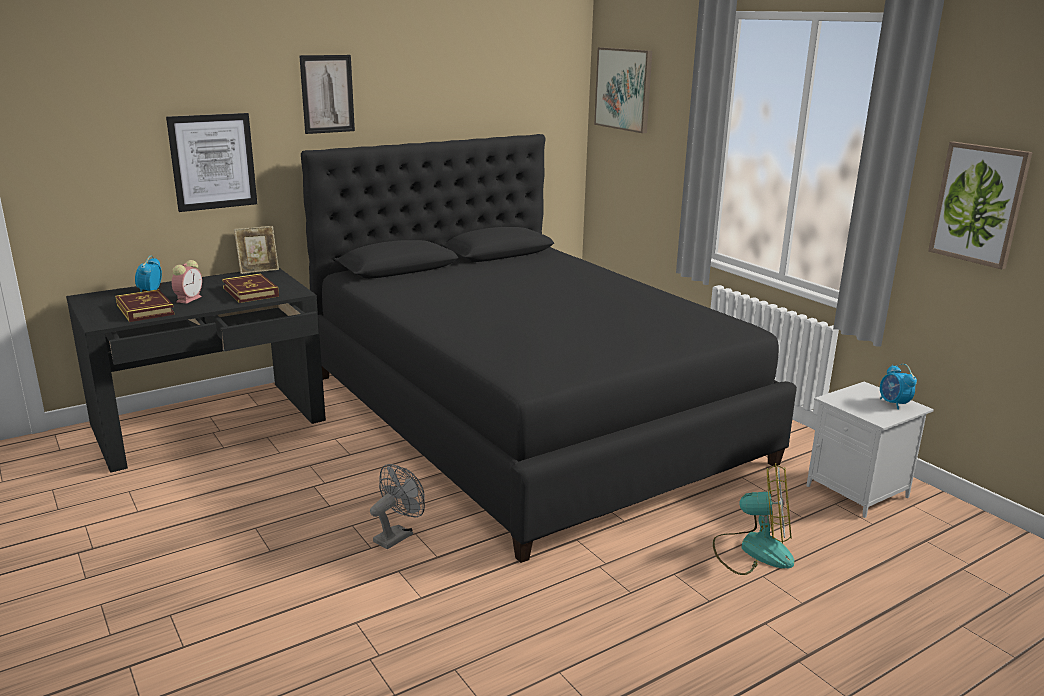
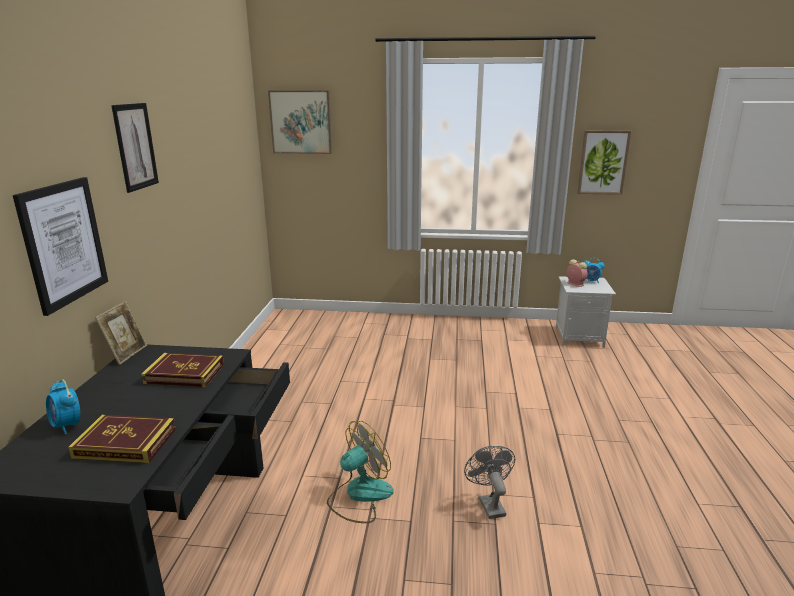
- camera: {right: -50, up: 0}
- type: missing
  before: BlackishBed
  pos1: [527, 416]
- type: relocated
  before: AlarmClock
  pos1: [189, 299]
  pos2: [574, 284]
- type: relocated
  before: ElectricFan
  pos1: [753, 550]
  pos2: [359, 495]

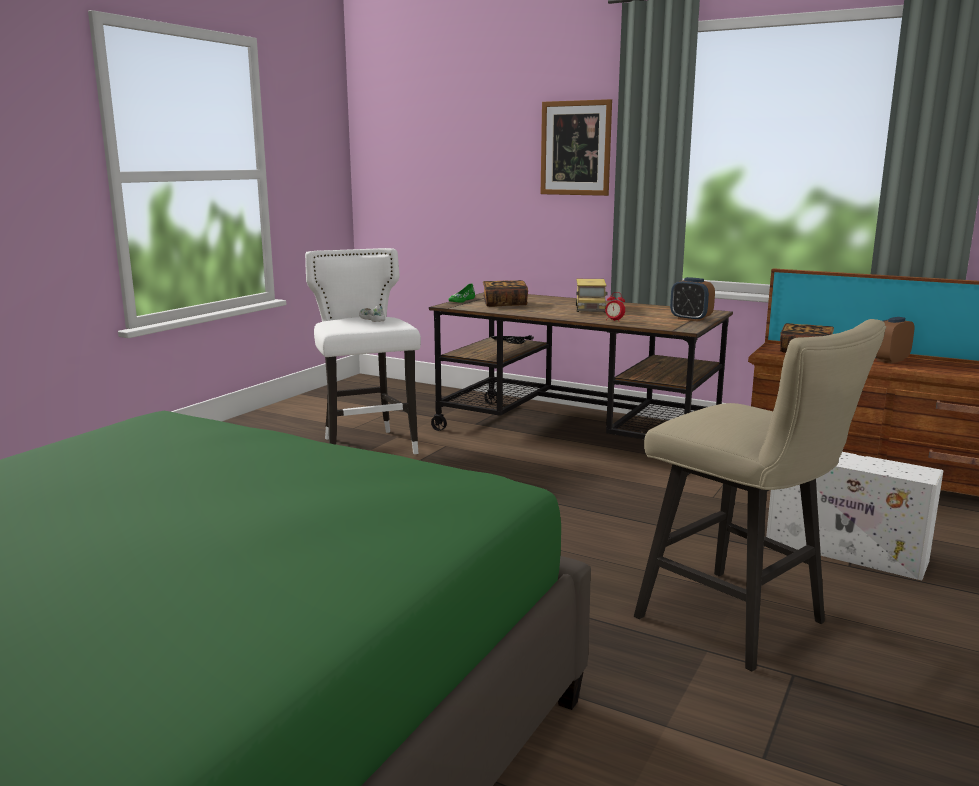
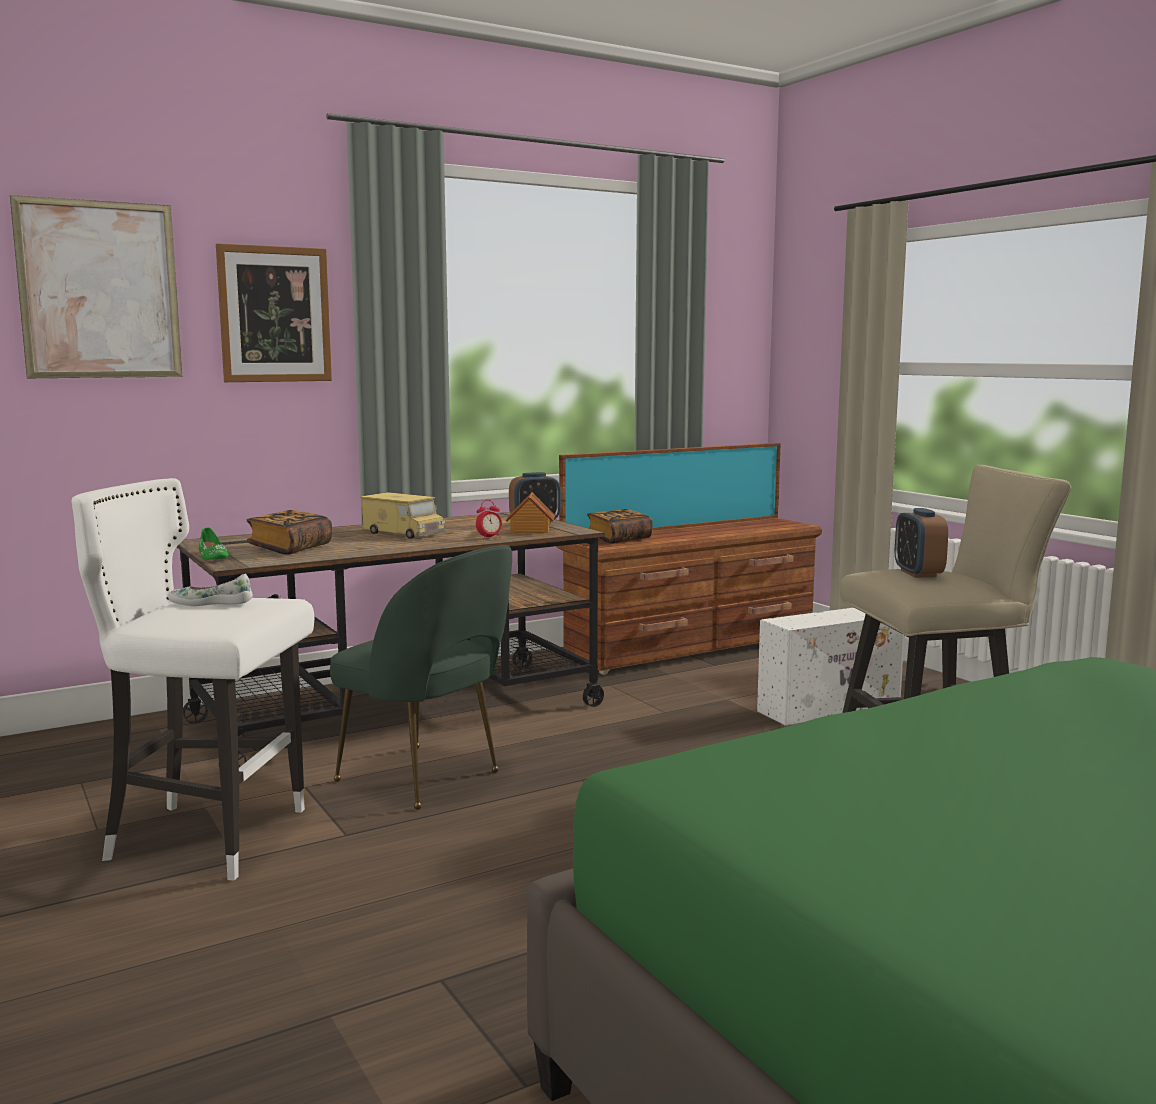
- camera: {right: -60, up: -5}
- type: appeared
  after: Picture
  pos2: [100, 290]
- type: appeared
  after: GreenishChair
  pos2: [426, 780]
- type: appeared
  after: ToyHouse
  pos2: [530, 530]
- type: relocated
  before: AlarmClock
  pos1: [890, 360]
  pos2: [918, 573]

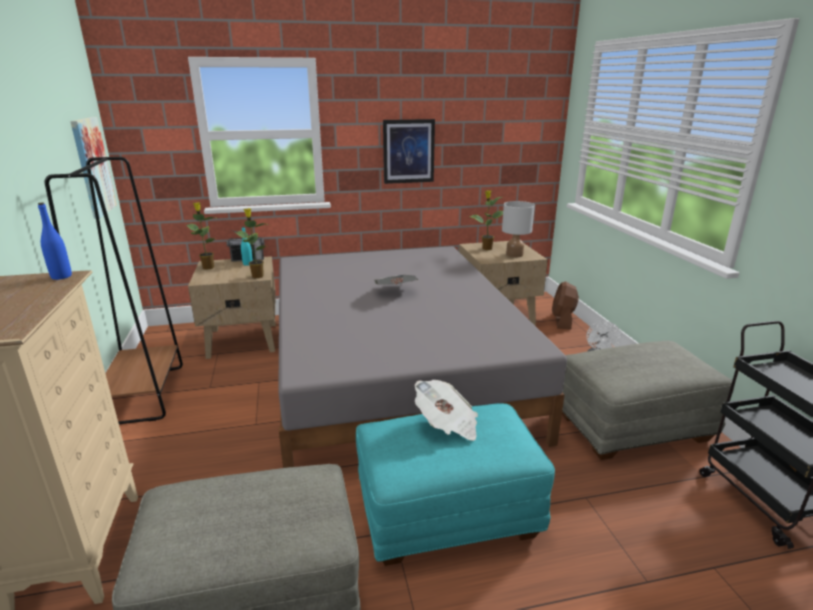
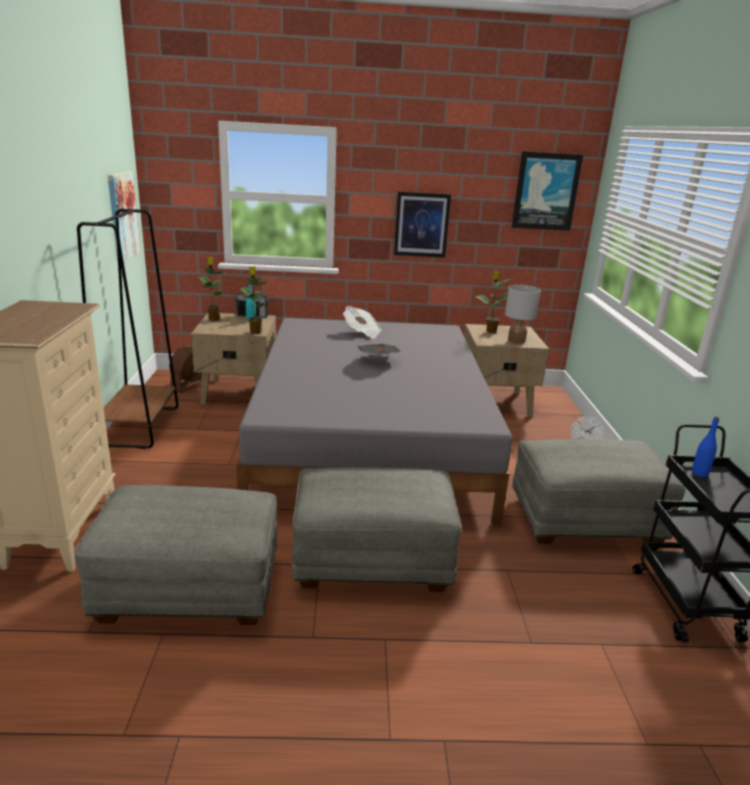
- camera: {right: 10, up: 0}
- type: appeared
  after: Picture
  pos2: [546, 191]
- type: relocated
  before: BlueColouredBeverageBottle
  pos1: [61, 276]
  pos2: [699, 473]
- type: relocated
  before: DailyPaper
  pos1: [447, 424]
  pos2: [362, 332]
- type: relocated
  before: BrownishElectricFan
  pos1: [562, 321]
  pos2: [188, 385]
- type: colour
  before: BlueGreenOttoman
  after: GreyOttoman
  pos1: [447, 512]
  pos2: [372, 559]

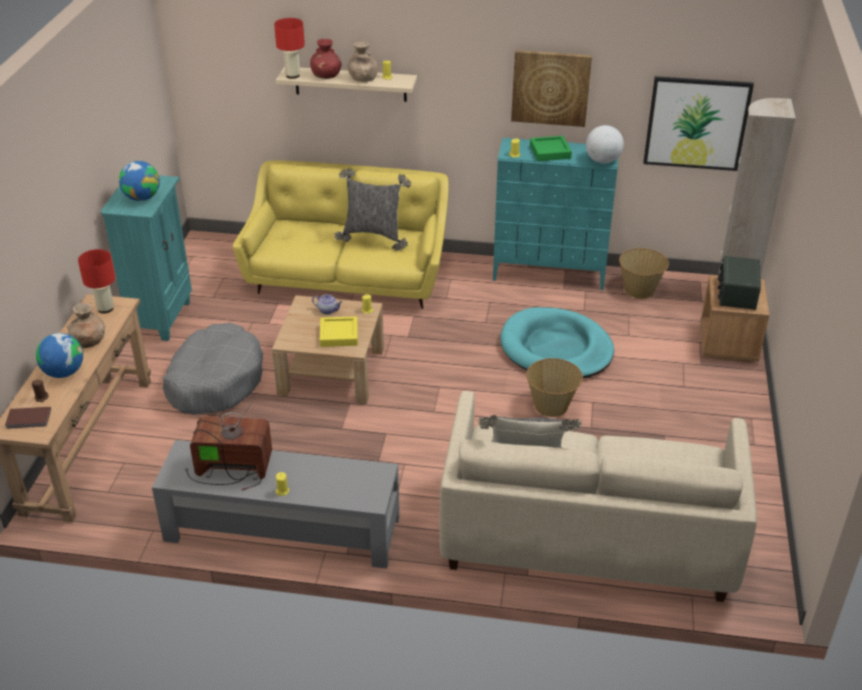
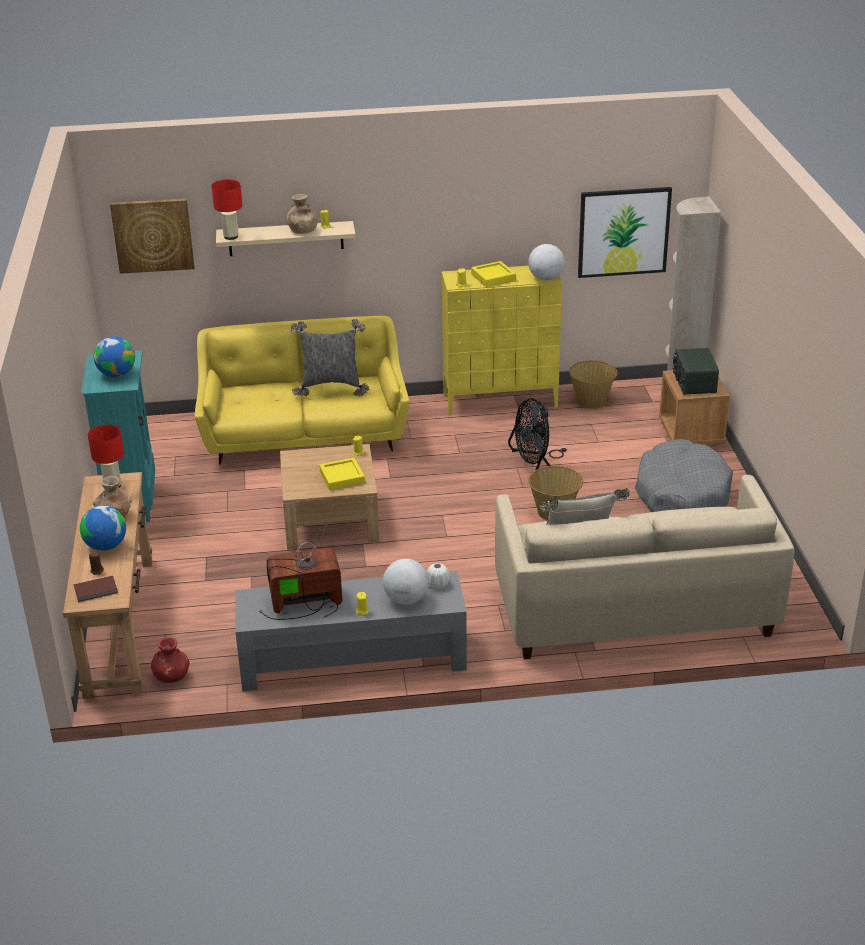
- camera: {right: -15, up: -5}
- type: missing
  before: TeaPot
  pos1: [328, 310]
- type: appeared
  after: WorldGlobe
  pos2: [406, 599]
- type: appeared
  after: WhitishDecorativeVase
  pos2: [437, 584]
- type: relocated
  before: GreyDogCushion
  pos1: [215, 381]
  pos2: [682, 495]
- type: relocated
  before: ReddishDecorativeVase
  pos1: [326, 76]
  pos2: [172, 676]
- type: relocated
  before: Picture
  pos1: [550, 88]
  pos2: [153, 235]
- type: exchanged
  before: BlueGreenDogCushion
  after: BlackishElectricFan
  pos1: [556, 349]
  pos2: [536, 464]
- type: colour
  before: BlueGreenDrawerChest
  after: YellowishDrawerChest
  pos1: [550, 274]
  pos2: [501, 401]
- type: colour
  before: GreenishTray
  after: YellowishTray
  pos1: [550, 152]
  pos2: [493, 277]

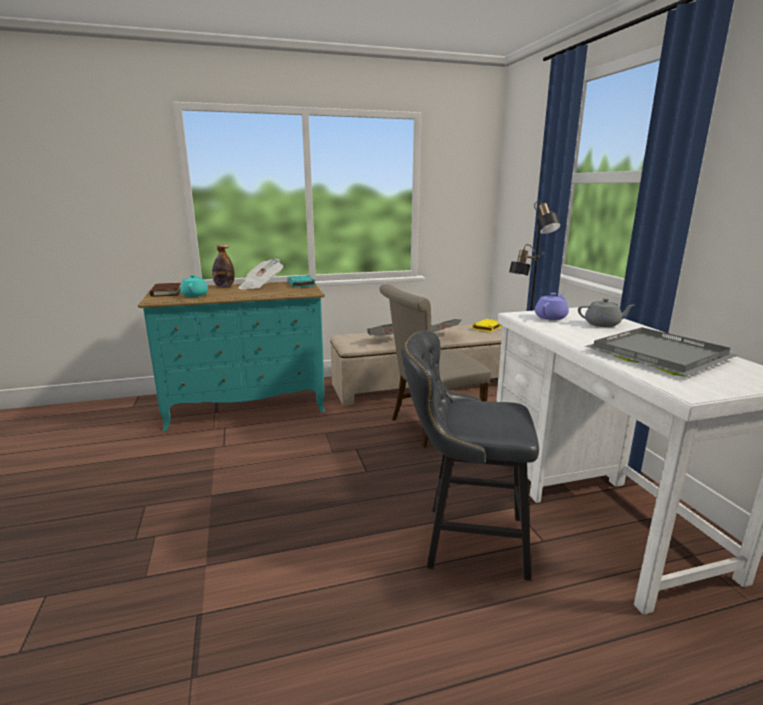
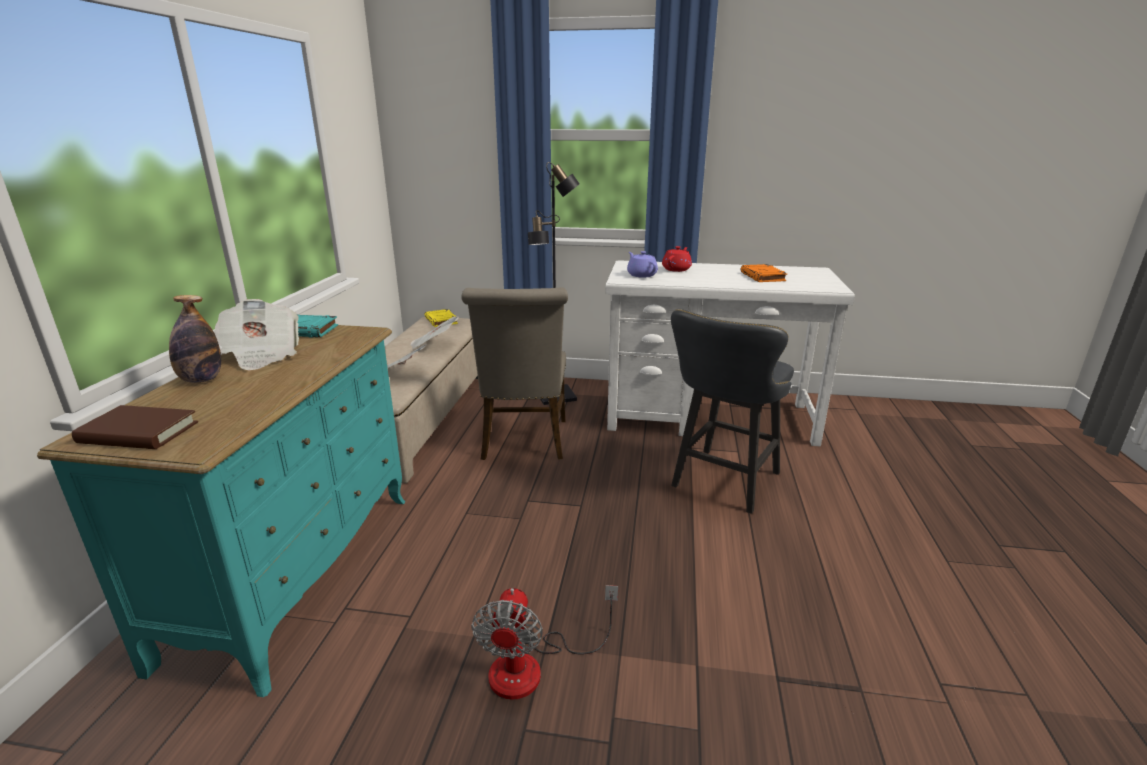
- camera: {right: -65, up: 5}
- type: missing
  before: BlueGreenTeaPot
  pos1: [195, 295]
- type: appeared
  after: ElectricFan
  pos2: [533, 667]
- type: exchanged
  before: GreyTray
  after: OrangeColouredBook
  pos1: [659, 356]
  pos2: [763, 277]
- type: colour
  before: GreyTeaPot
  after: ReddishTeaPot
  pos1: [603, 324]
  pos2: [676, 269]

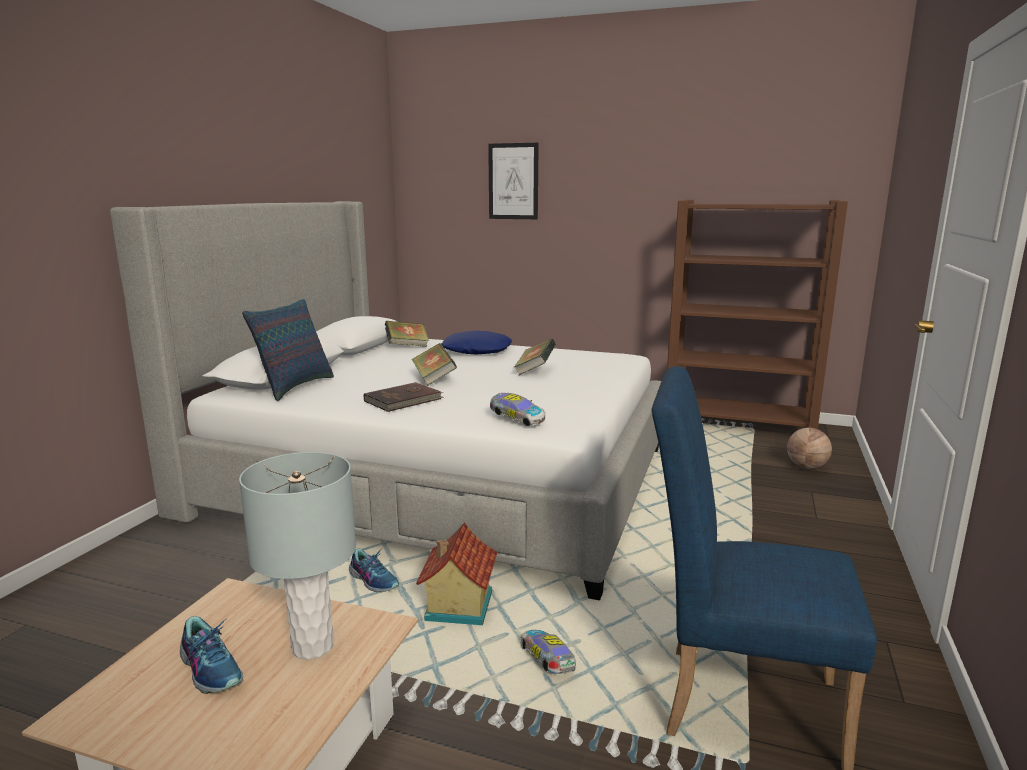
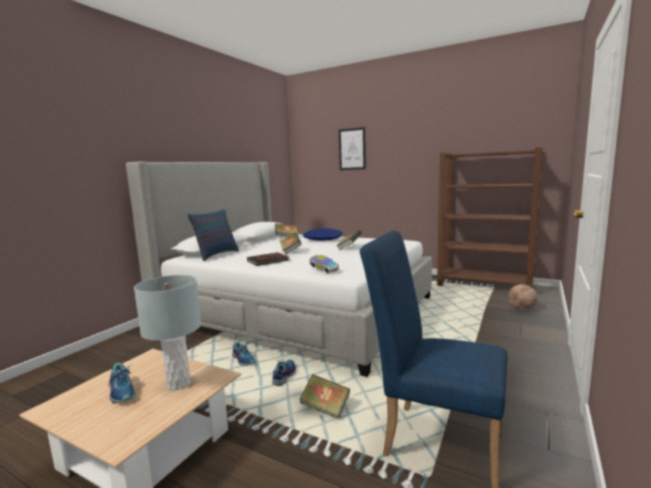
- camera: {right: 10, up: -5}
- type: exchanged
  before: ToyHouse
  after: LowShoe
  pos1: [457, 607]
  pos2: [284, 376]
- type: exchanged
  before: MiniatureCar
  after: Book
  pos1: [548, 662]
  pos2: [325, 408]

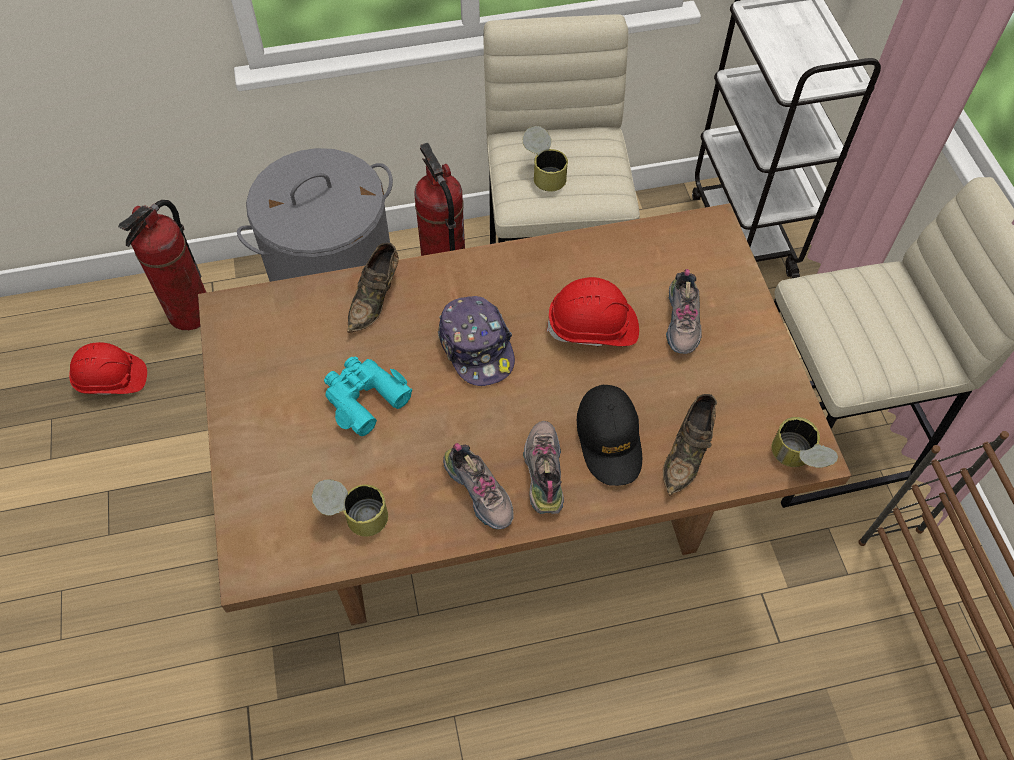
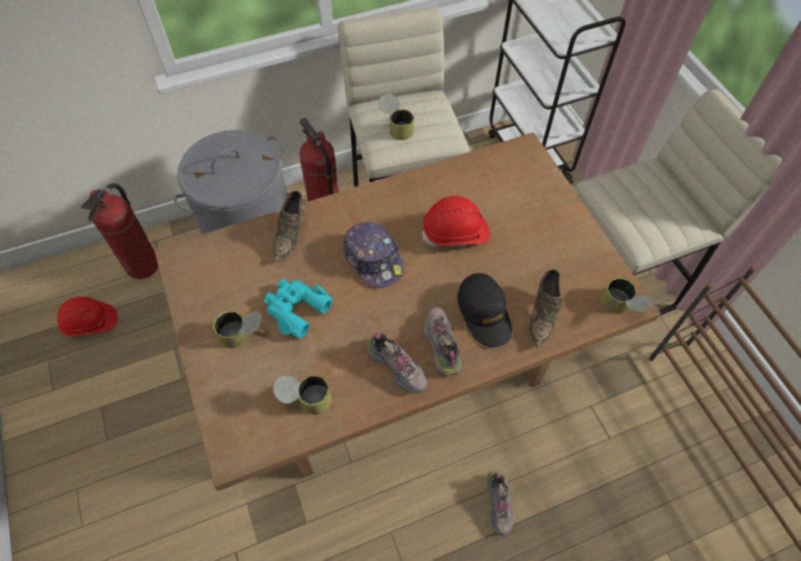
- camera: {right: -10, up: 0}
- type: appeared
  after: SealedCan
  pos2: [243, 336]
- type: relocated
  before: LowShoe
  pos1: [683, 322]
  pos2: [500, 504]

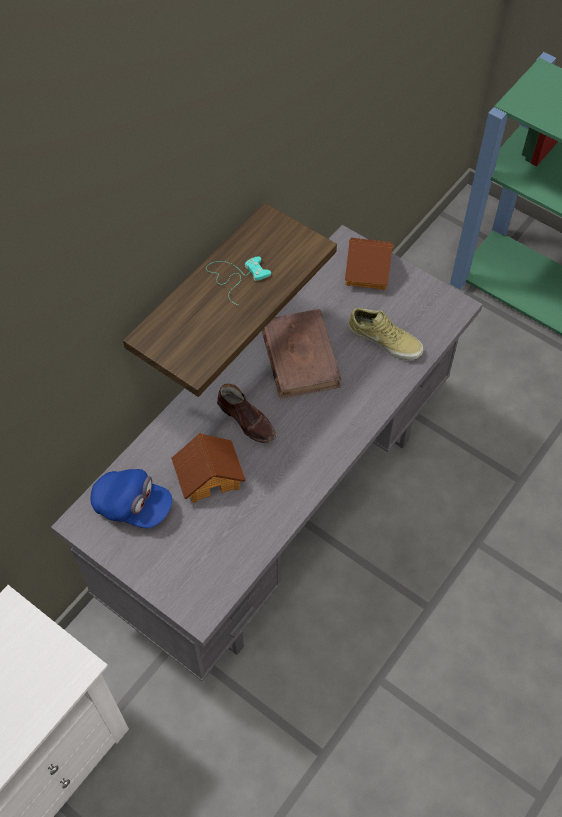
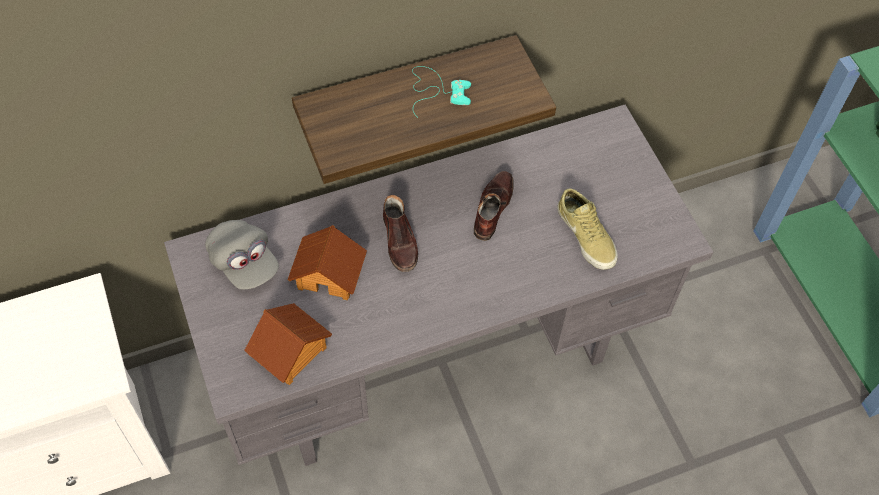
- camera: {right: 30, up: 0}
- type: relocated
  before: ToyHouse
  pos1: [368, 271]
  pos2: [290, 351]
- type: exchanged
  before: BrownishBook
  after: BrownishLowShoe
  pos1: [300, 356]
  pos2: [492, 208]
- type: colour
  before: BlueColouredPeakedCap
  after: GreyPeakedCap
  pos1: [133, 506]
  pos2: [244, 263]

